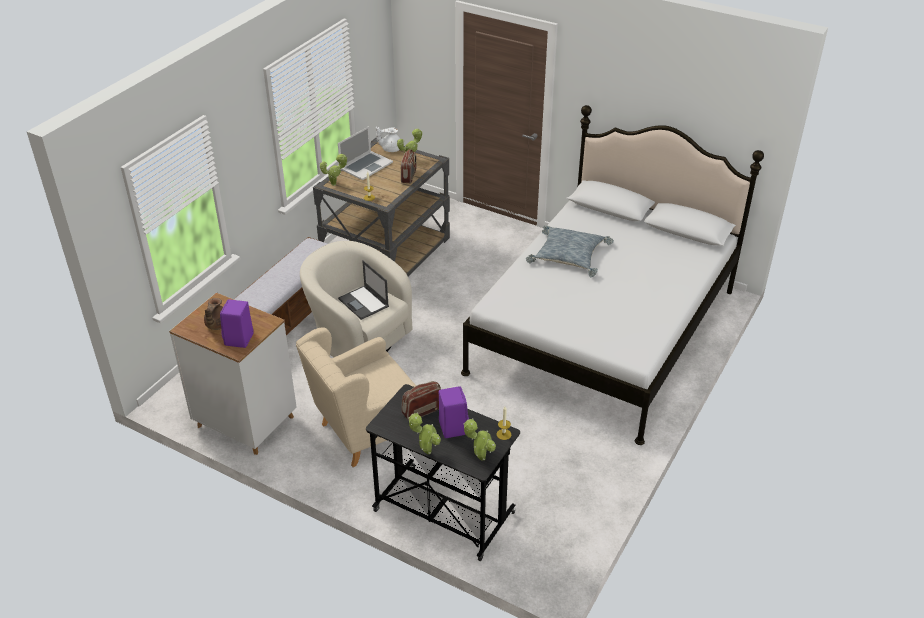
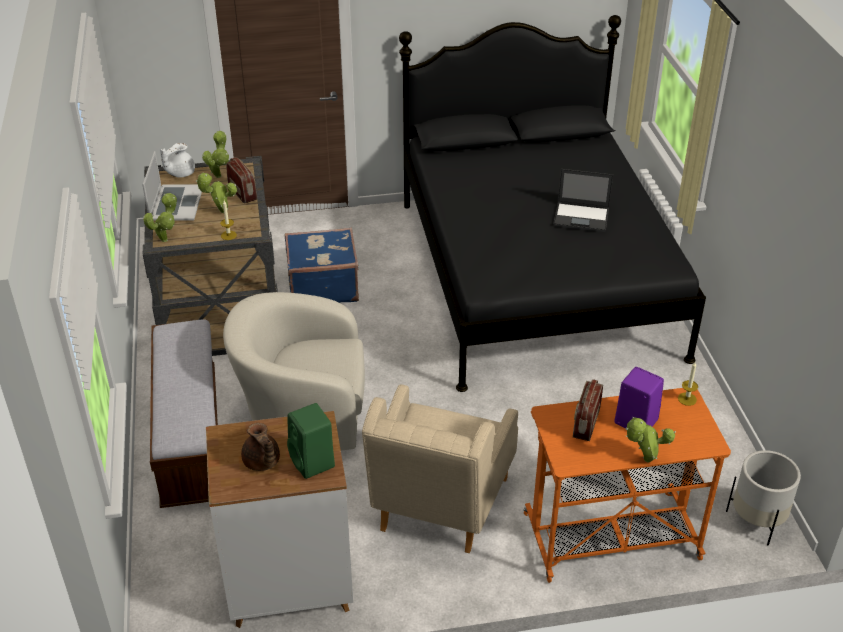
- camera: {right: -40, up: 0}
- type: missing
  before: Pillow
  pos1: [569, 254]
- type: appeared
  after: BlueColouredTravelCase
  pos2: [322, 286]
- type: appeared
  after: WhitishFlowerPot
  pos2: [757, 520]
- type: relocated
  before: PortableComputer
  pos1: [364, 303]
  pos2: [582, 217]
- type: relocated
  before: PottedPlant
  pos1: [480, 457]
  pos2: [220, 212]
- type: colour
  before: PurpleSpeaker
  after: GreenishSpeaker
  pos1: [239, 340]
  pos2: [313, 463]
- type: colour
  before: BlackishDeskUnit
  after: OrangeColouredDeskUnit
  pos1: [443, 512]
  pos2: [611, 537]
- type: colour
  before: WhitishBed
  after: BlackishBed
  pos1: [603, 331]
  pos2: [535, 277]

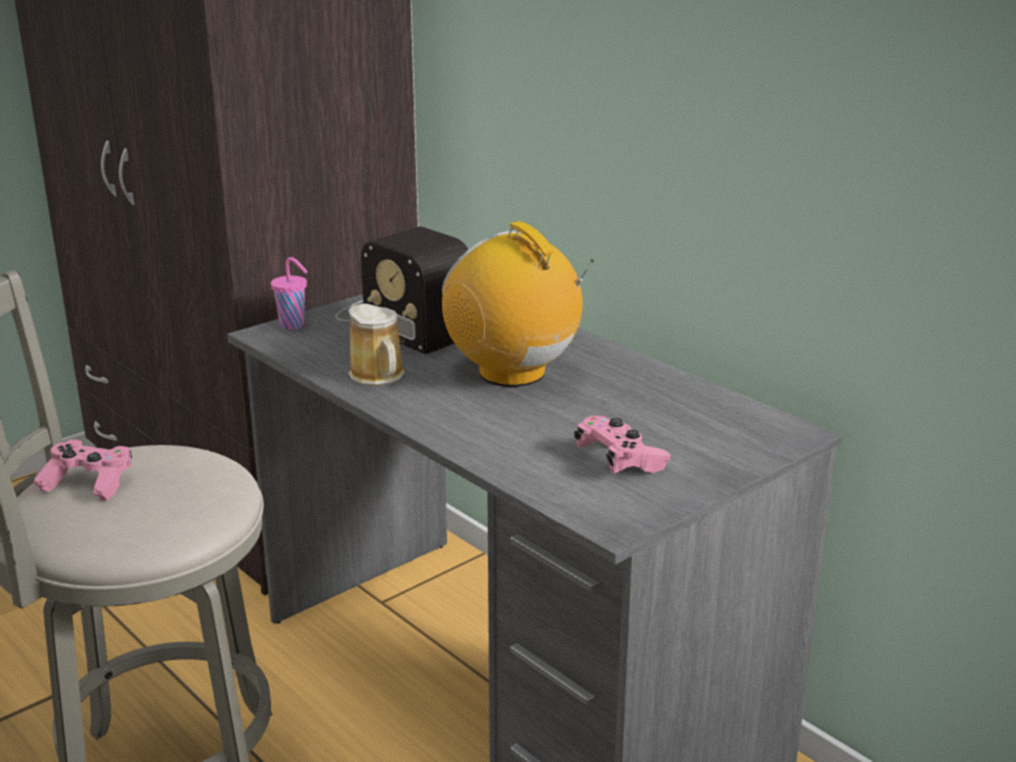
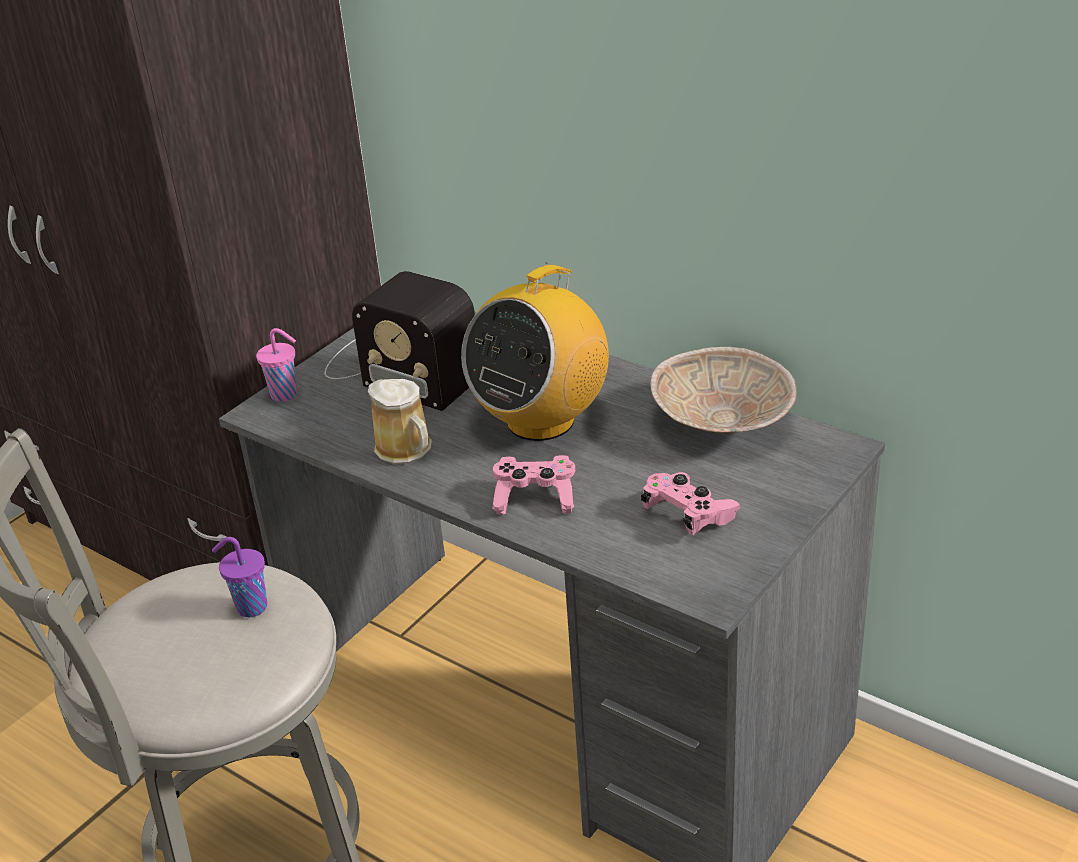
- camera: {right: -10, up: 10}
- type: appeared
  after: PurpleCup
  pos2: [250, 607]
- type: appeared
  after: SandColouredBowl
  pos2: [723, 422]
- type: relocated
  before: PinkJoypad
  pos1: [88, 483]
  pos2: [535, 498]
- type: spun
  before: RadioSet
  pos1: [513, 373]
  pos2: [541, 420]
  turn: -90

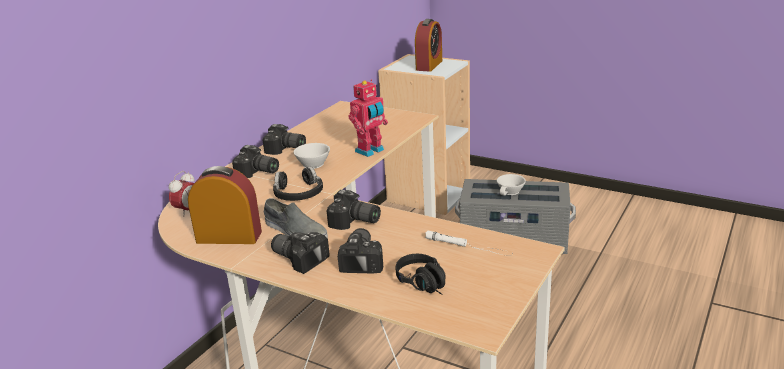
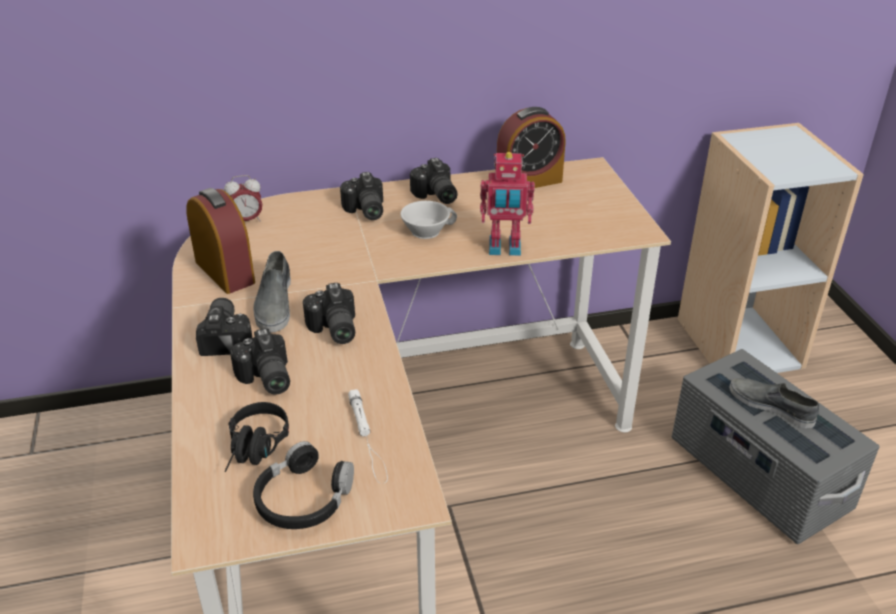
- camera: {right: 45, up: 10}
- type: relocated
  before: BlackishHeadset
  pos1: [298, 193]
  pos2: [303, 499]
- type: relocated
  before: AlarmClock
  pos1: [429, 65]
  pos2: [529, 181]
- type: exchanged
  before: WhitishCup
  after: GreyLowShoe
  pos1: [511, 192]
  pos2: [771, 406]
- type: spun
  before: PhotoCamera
  pos1: [364, 259]
  pos2: [264, 379]
  turn: 105

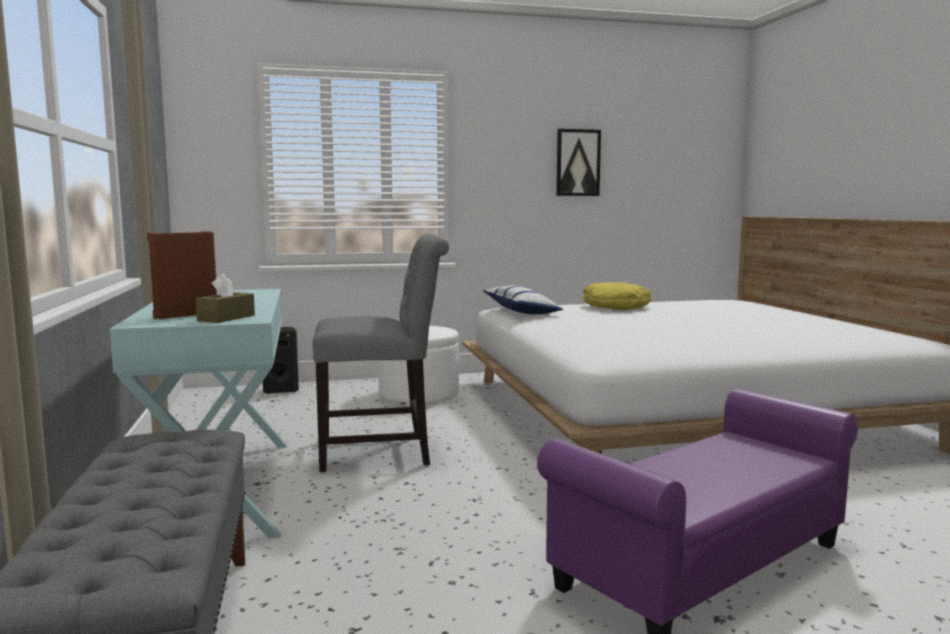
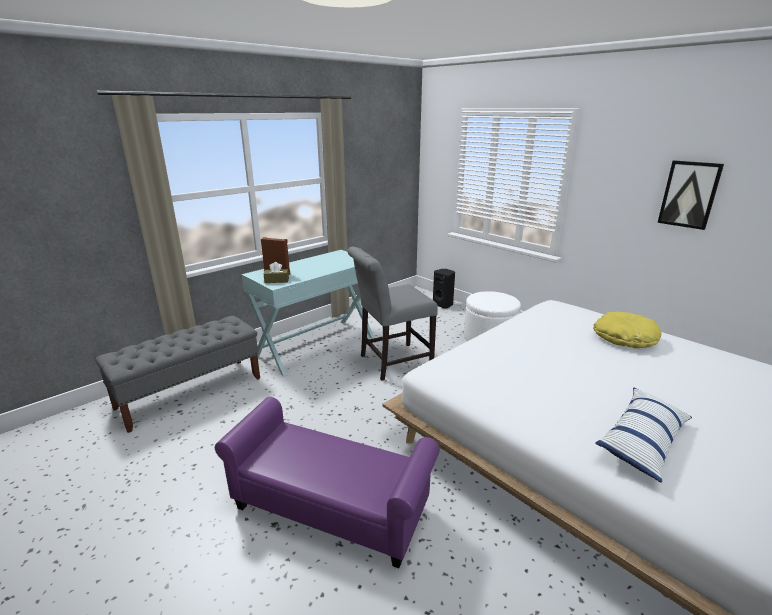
- camera: {right: 60, up: 15}
- type: relocated
  before: Pillow
  pos1: [521, 311]
  pos2: [642, 441]
- type: spun
  before: GreyChair
  pos1: [383, 452]
  pos2: [391, 362]
  turn: 105

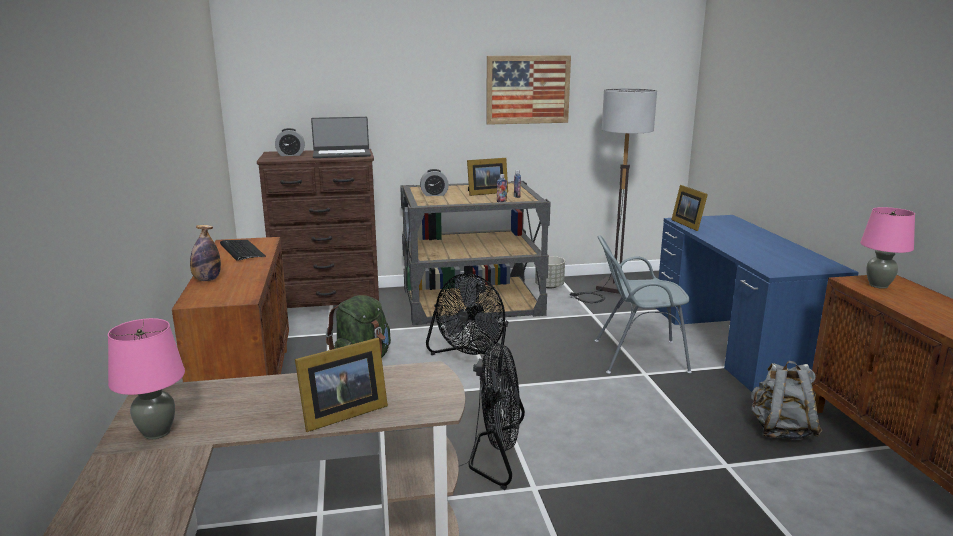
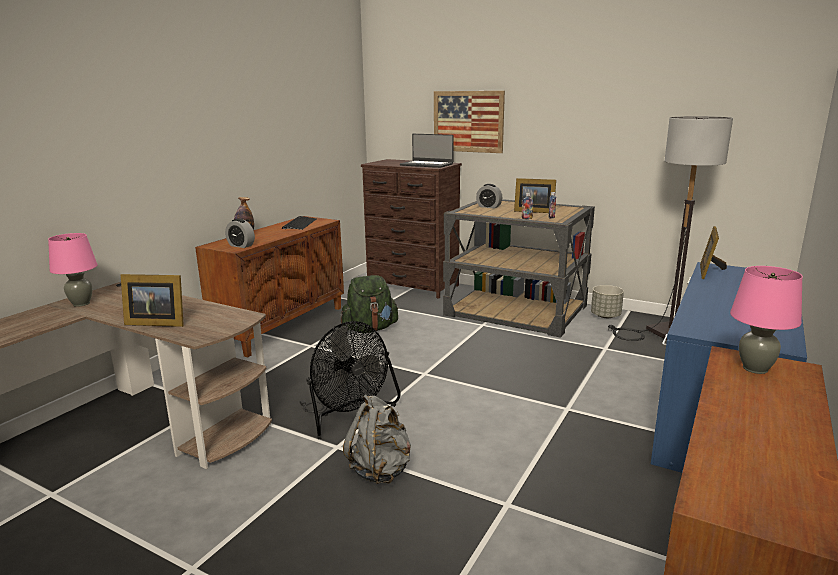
- camera: {right: 40, up: 0}
- type: missing
  before: BlackishElectricFan
  pos1: [472, 357]
- type: missing
  before: GreyChair
  pos1: [636, 356]
- type: relocated
  before: AlarmClock
  pos1: [291, 155]
  pos2: [241, 245]
- type: relocated
  before: Picture
  pos1: [528, 89]
  pos2: [468, 121]
- type: relocated
  before: GreyRucksack
  pos1: [780, 430]
  pos2: [380, 470]

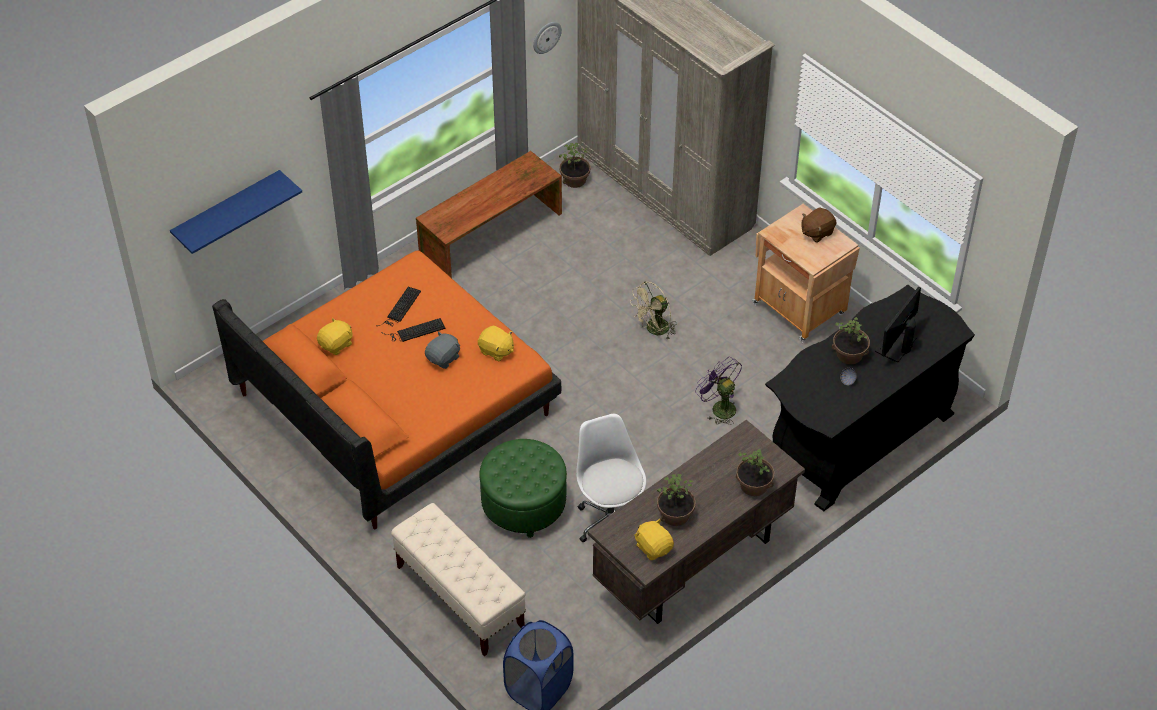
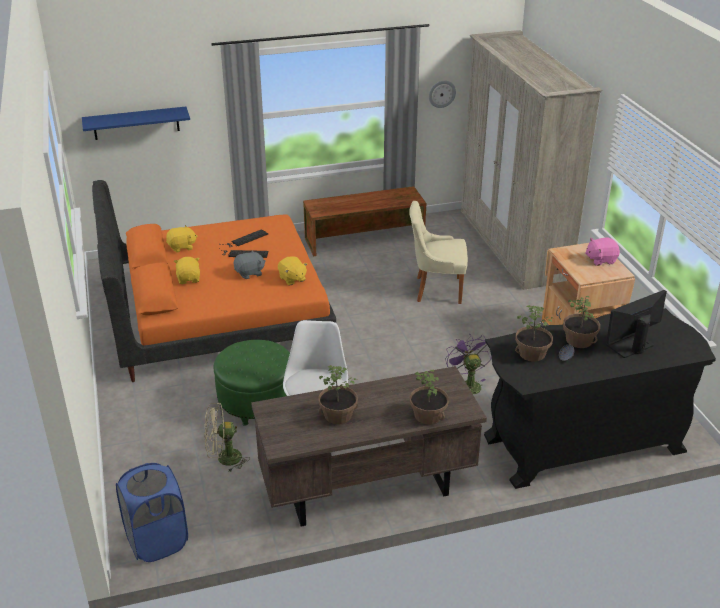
- camera: {right: 25, up: -15}
- type: missing
  before: SandColouredBench
  pos1: [459, 597]
- type: appeared
  after: SandColouredChair
  pos2: [436, 289]
- type: relocated
  before: PottedPlant
  pos1: [575, 180]
  pos2: [532, 354]
- type: relocated
  before: SandColouredElectricFan
  pos1: [654, 330]
  pos2: [224, 459]
- type: relocated
  before: YellowishSoftToy
  pos1: [653, 547]
  pos2: [189, 279]
- type: colour
  before: BrownishSoftToy
  after: PinkSoftToy
  pos1: [816, 232]
  pos2: [600, 260]

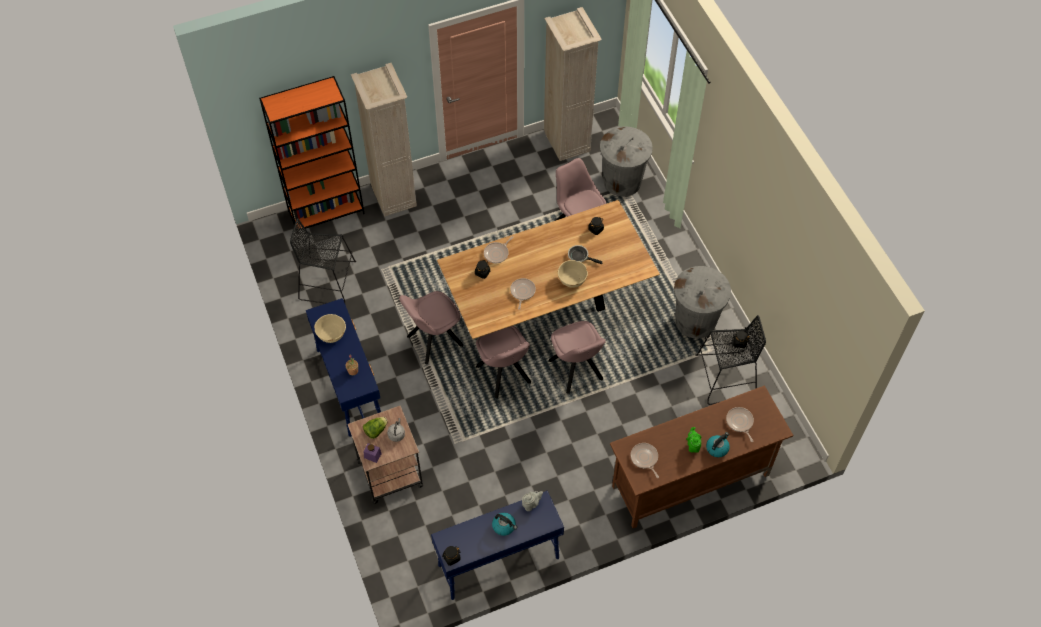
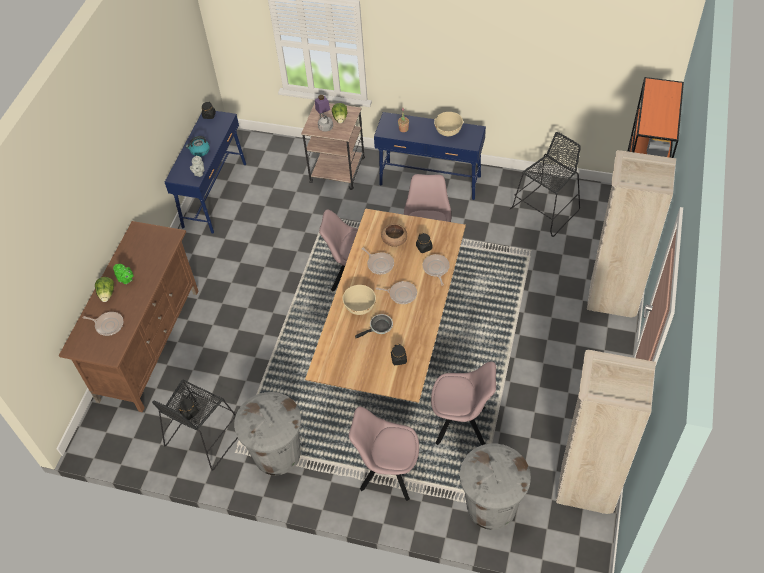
- camera: {right: 130, up: -5}
- type: appeared
  after: BrownishBowl
  pos2: [394, 241]
- type: relocated
  before: PinkChair
  pos1: [576, 370]
  pos2: [388, 473]
- type: relocated
  before: FryingPan
  pos1: [644, 458]
  pos2: [401, 294]
- type: exchanged
  before: TeaKettle
  after: HeadOfLettuce
  pos1: [717, 448]
  pos2: [107, 294]

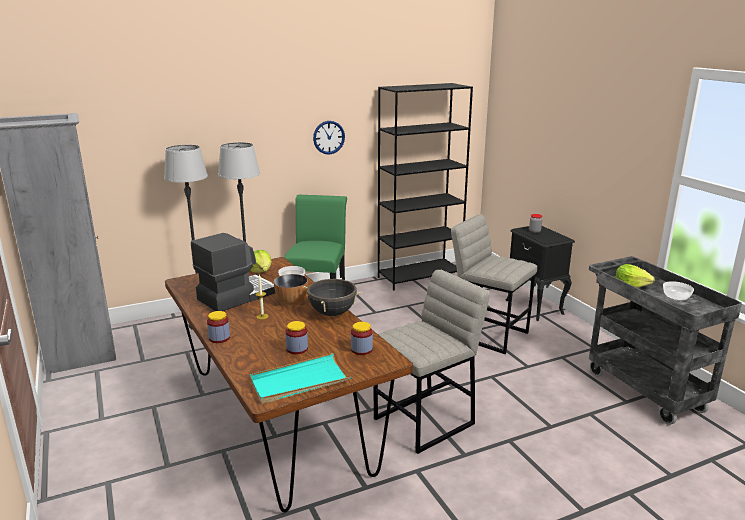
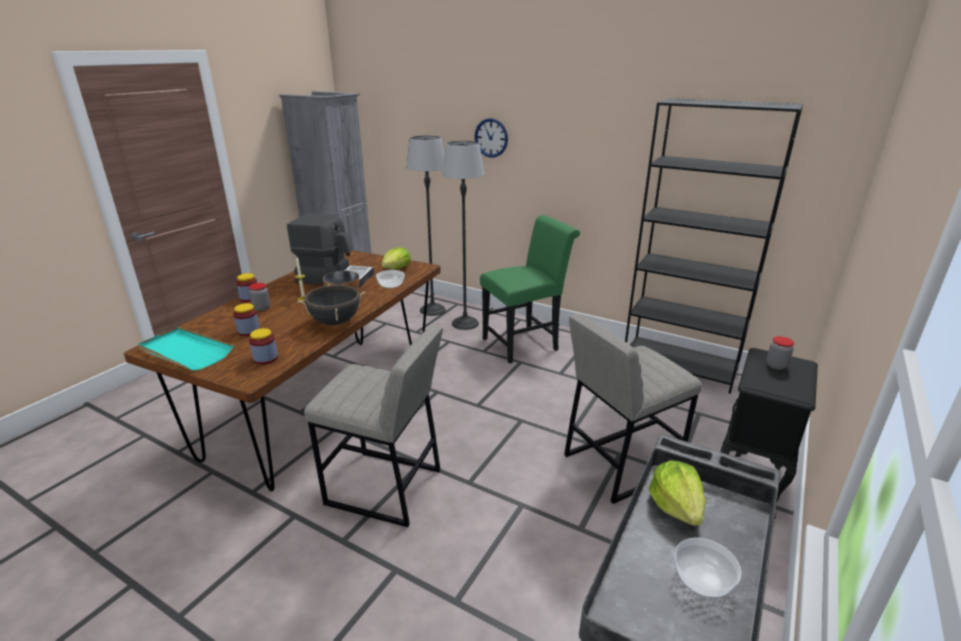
- camera: {right: 55, up: 5}
- type: appeared
  after: StorageJar
  pos2: [261, 308]
- type: relocated
  before: ClockOnTheWall
  pos1: [329, 137]
  pos2: [491, 138]
- type: spun
  before: GreyChair
  pos1: [487, 333]
  pos2: [618, 465]
  turn: -120

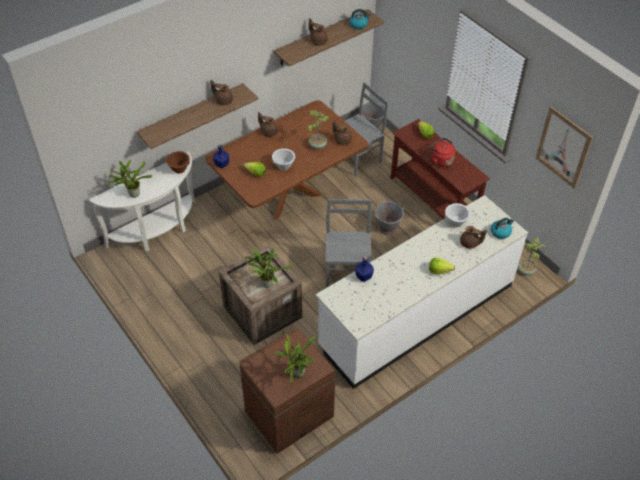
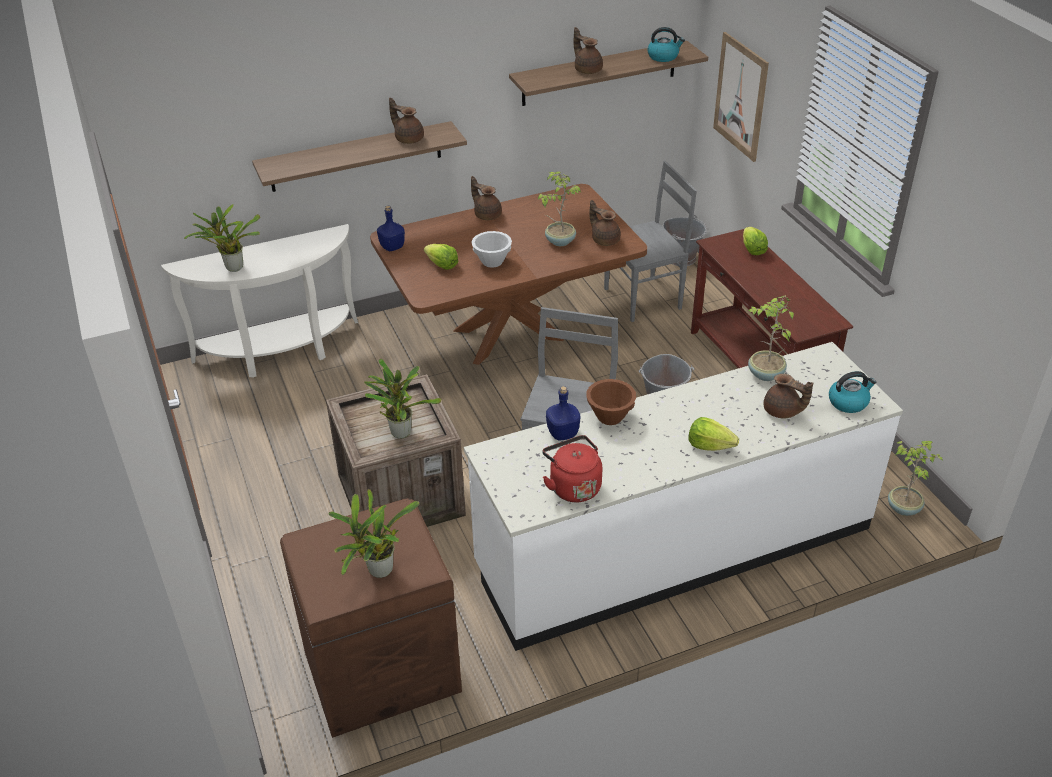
- camera: {right: 15, up: -10}
- type: relocated
  before: BrownishBowl
  pos1: [179, 169]
  pos2: [610, 416]
- type: relocated
  before: ReddishTeaKettle
  pos1: [441, 160]
  pos2: [573, 486]
- type: relocated
  before: Picture
  pos1: [563, 147]
  pos2: [740, 96]
- type: exchanged
  before: WhitishBowl
  after: PottedPlant
  pos1: [455, 222]
  pos2: [765, 375]

